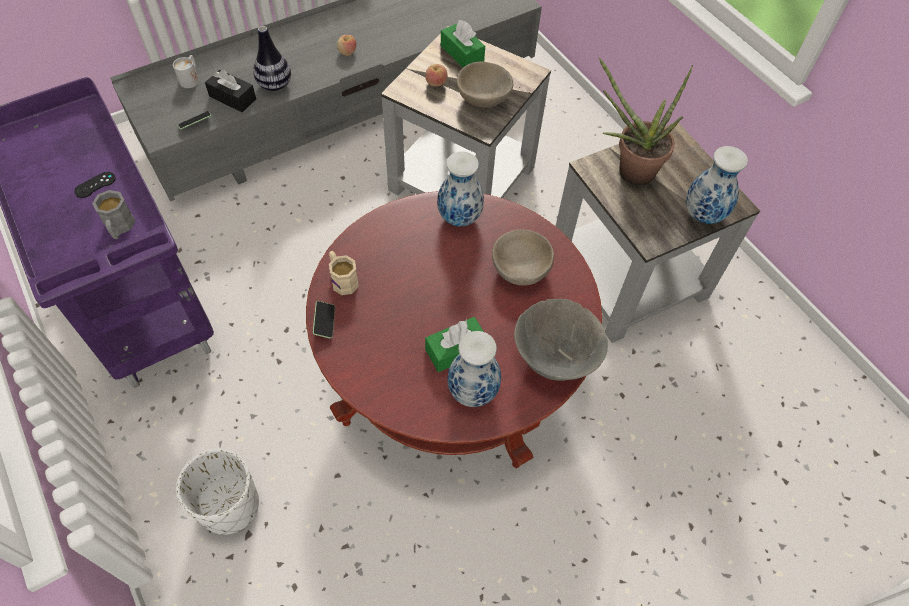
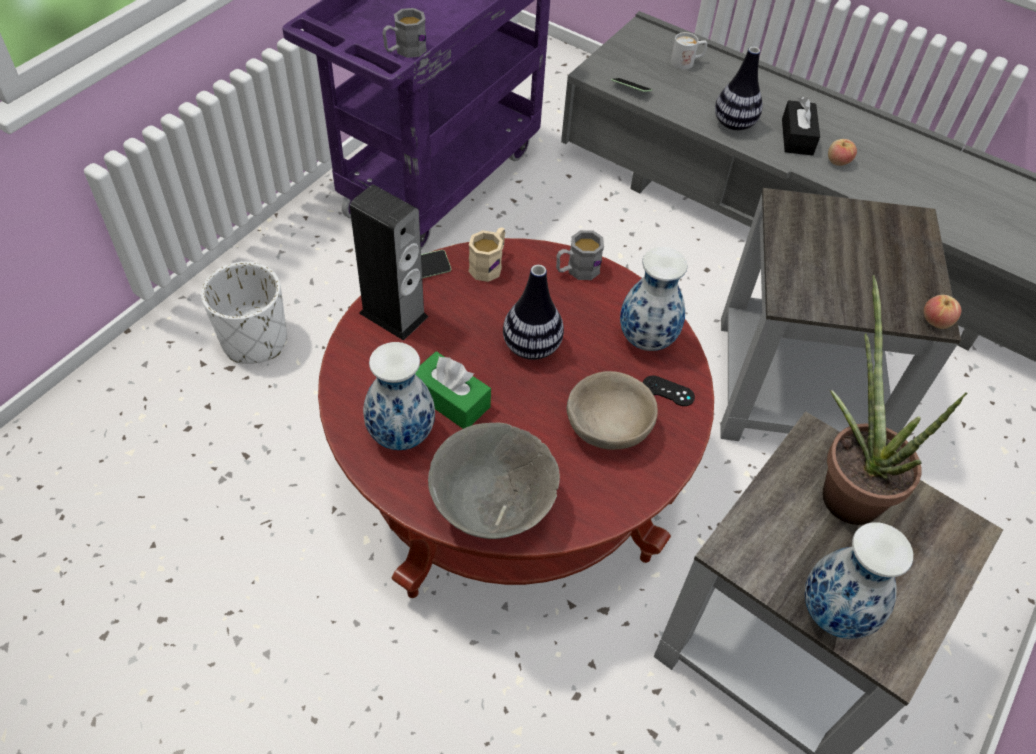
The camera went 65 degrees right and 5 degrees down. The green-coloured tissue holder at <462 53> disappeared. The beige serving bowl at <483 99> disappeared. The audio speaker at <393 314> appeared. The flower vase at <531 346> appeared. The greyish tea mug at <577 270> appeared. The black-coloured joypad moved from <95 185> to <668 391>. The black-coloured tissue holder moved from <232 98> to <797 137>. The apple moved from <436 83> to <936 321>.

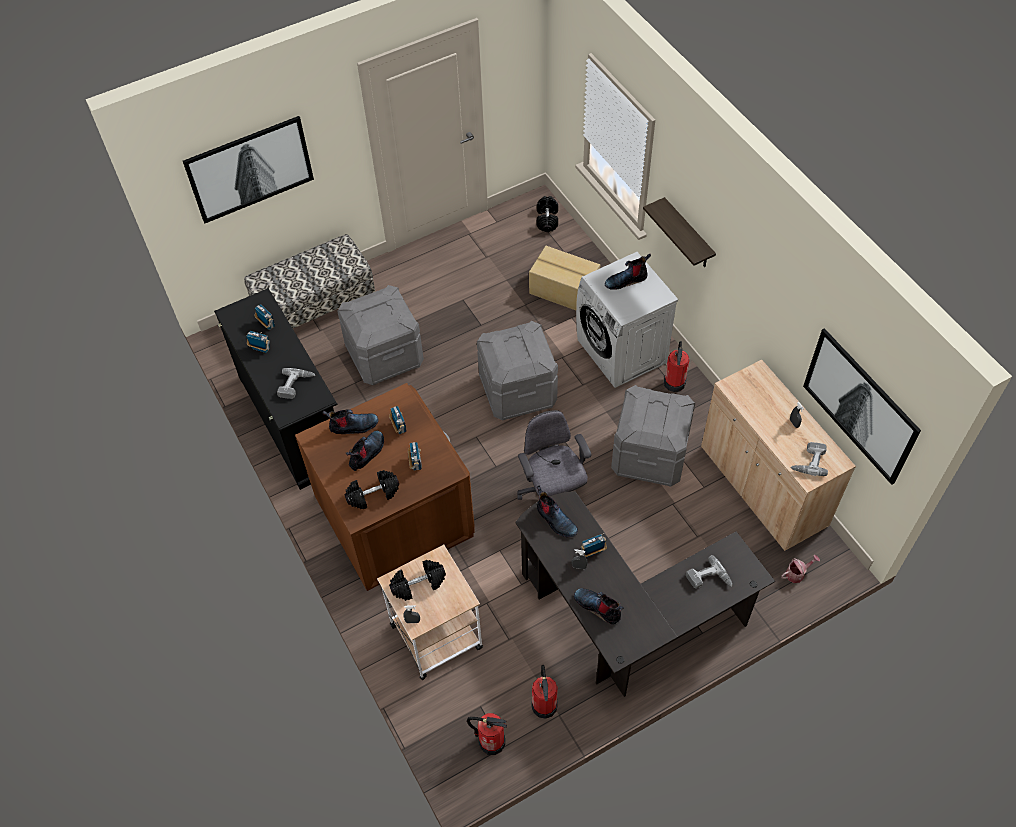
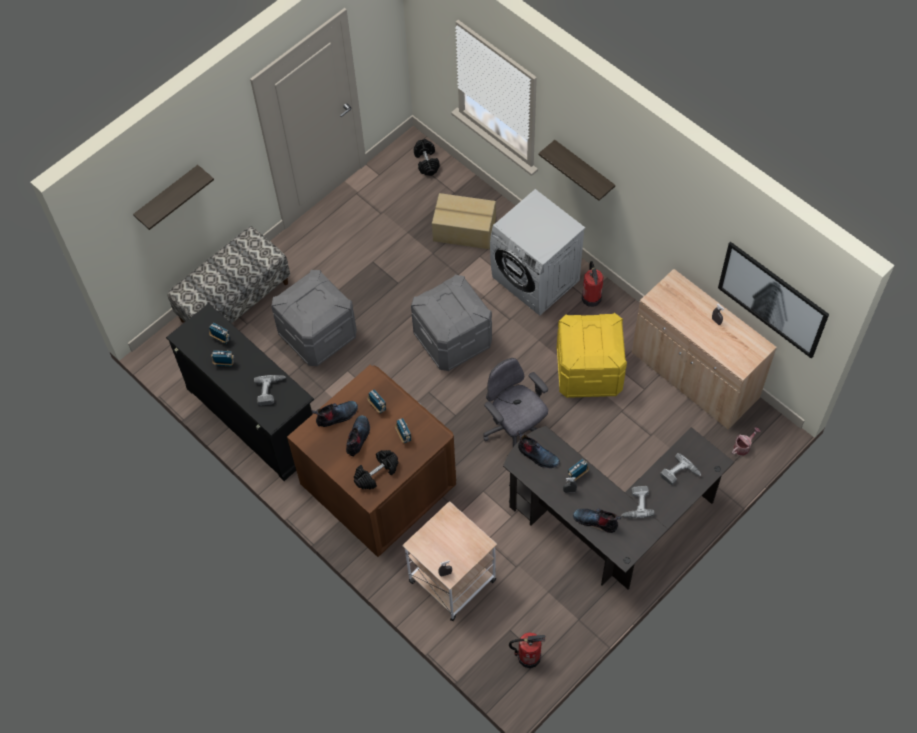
The camera went 15 degrees left and 5 degrees up. The black-coloured free weight at <418 584> disappeared. The fire-fighting cylinder at <544 705> disappeared. The boot at <626 280> disappeared. The drill moved from <808 461> to <635 504>. The wall picture at <250 169> was replaced by the shelf at <168 197>. The greyish storage container at <650 456> became the yellow storage container at <589 372>.

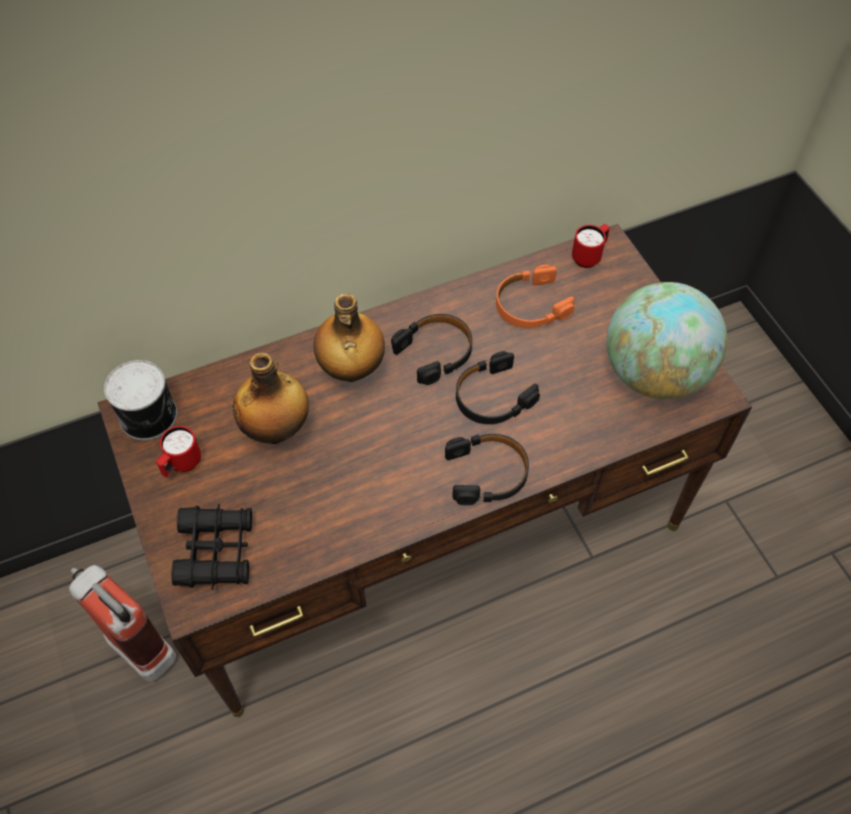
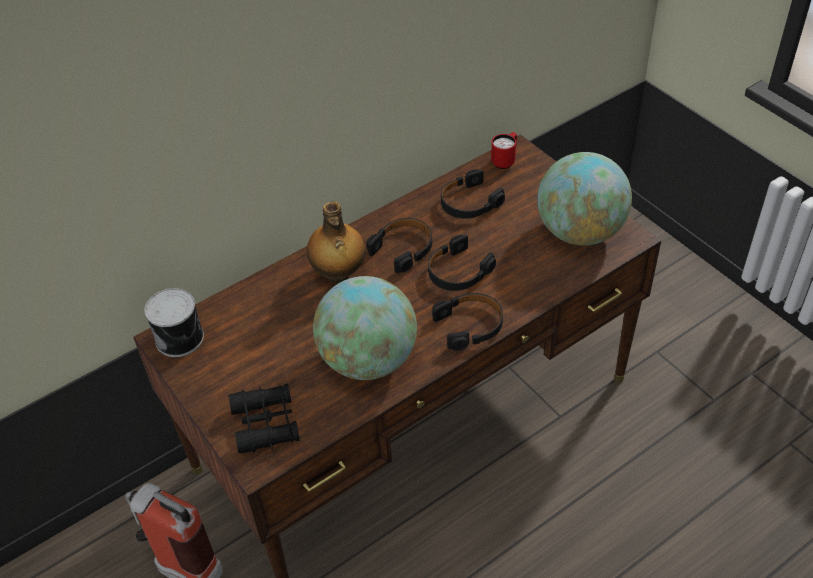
The camera went 10 degrees left and 10 degrees down. The red-coloured tea mug at <181 464> disappeared. The beverage bottle at <277 429> disappeared. The world globe at <368 359> appeared. The orange headphones at <530 305> became the black-coloured headphones at <469 202>.

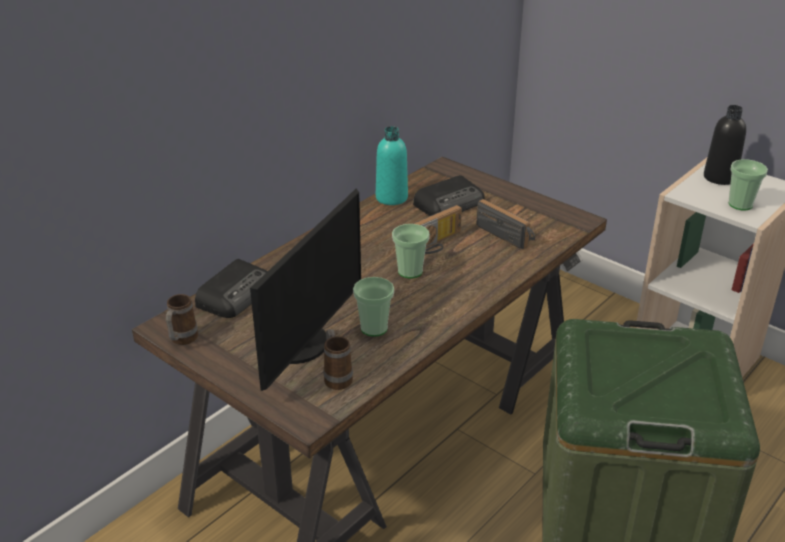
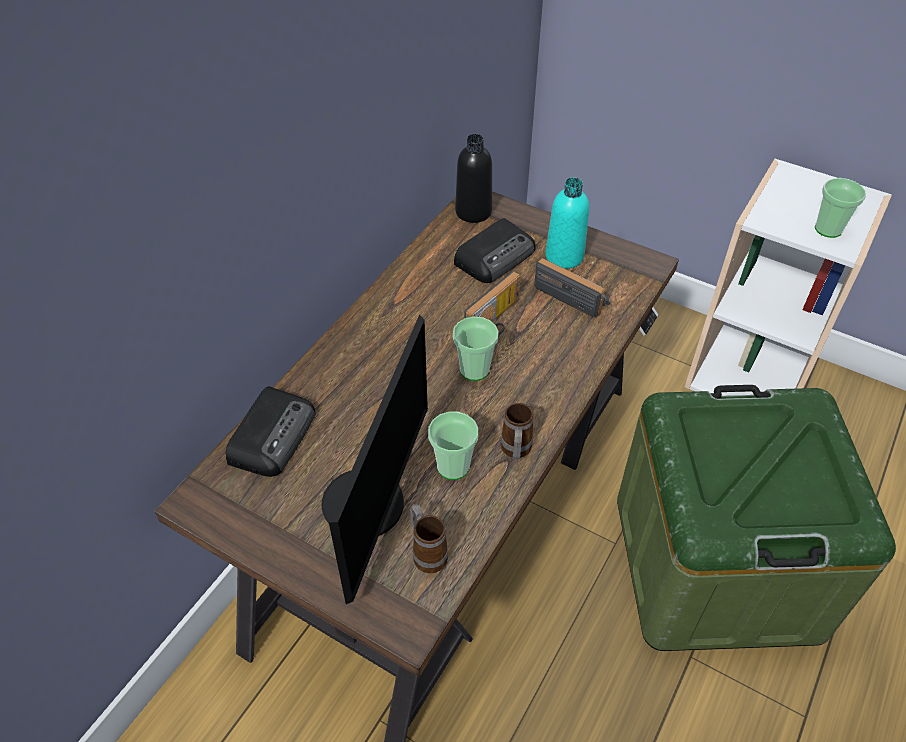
The camera went 10 degrees left and 15 degrees up. The tea mug moved from <182 341> to <515 451>. The turquoise beverage bottle moved from <391 198> to <564 256>. The black-coloured beverage bottle moved from <719 177> to <473 212>.

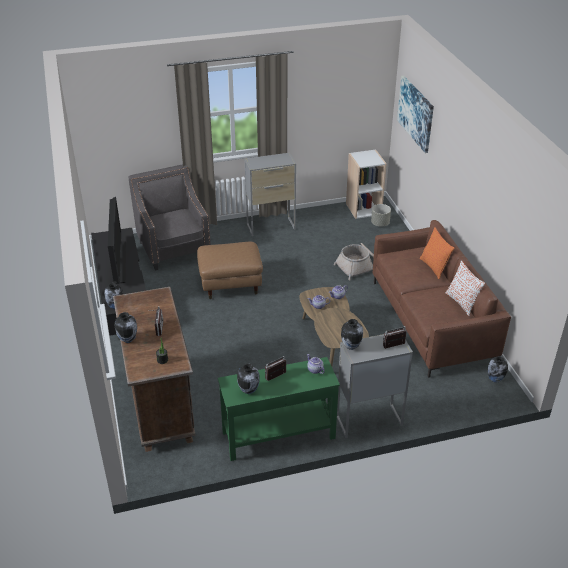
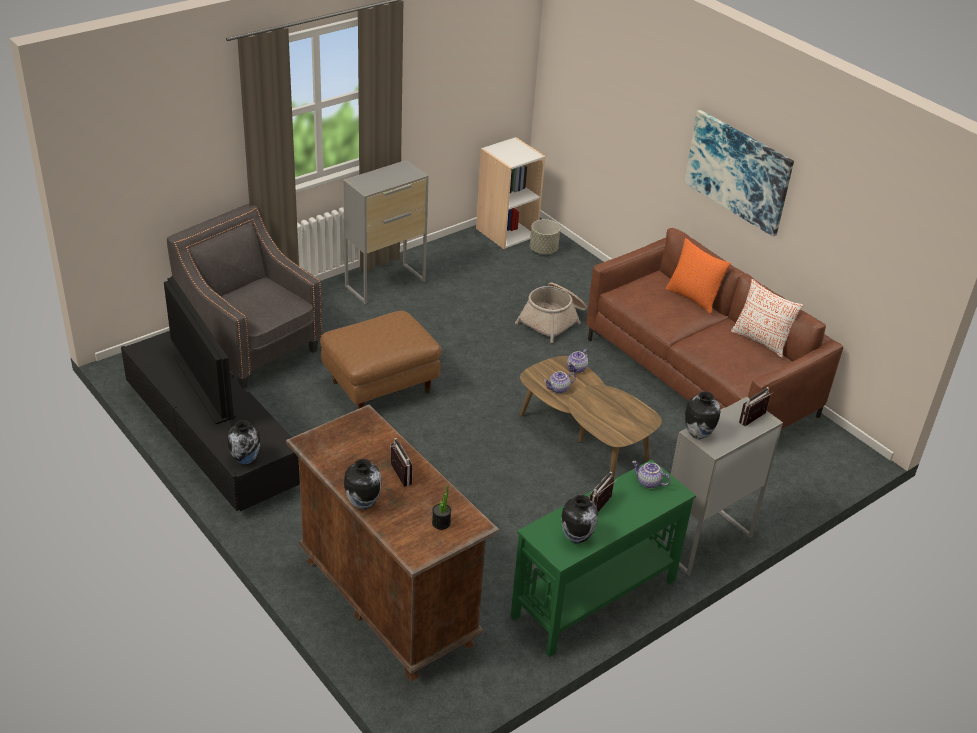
The camera went 25 degrees left and 0 degrees up. The flower vase at <495 380> disappeared. The wall picture moved from <416 113> to <738 171>.

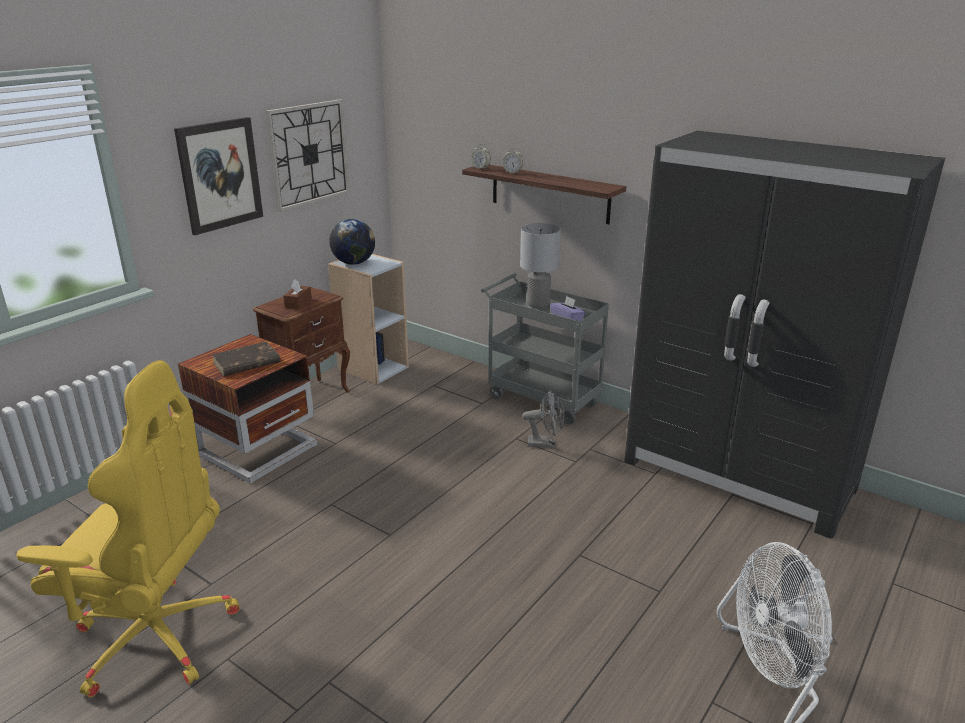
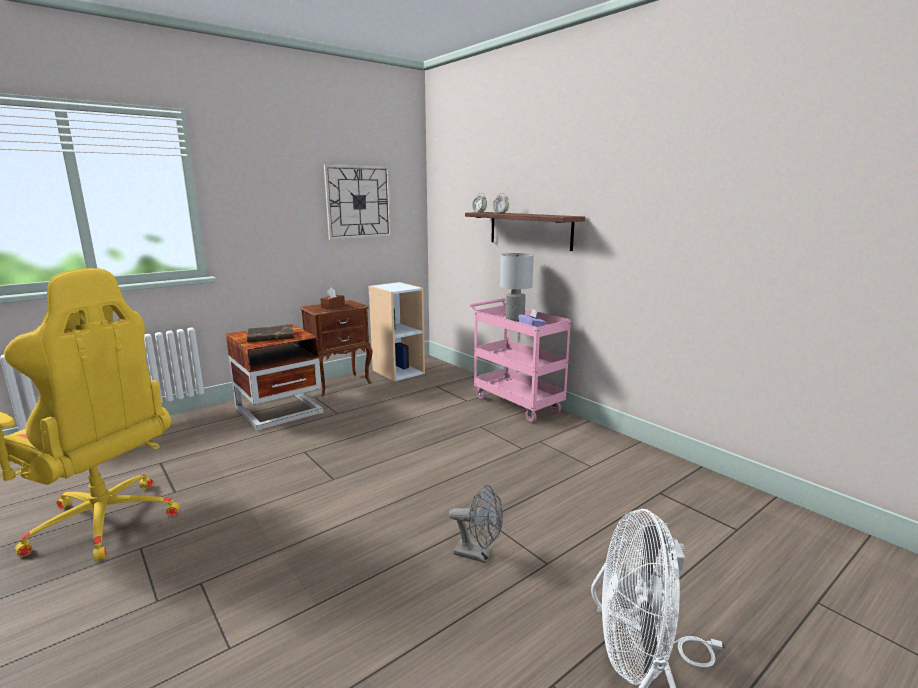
The camera went 15 degrees right and 10 degrees down. The wall picture at <220 175> disappeared. The world globe at <353 263> disappeared. The black-coloured cabinet at <738 476> disappeared. The greyish cooling fan moved from <545 443> to <478 554>. The greyish cart at <540 401> became the pink cart at <515 404>.

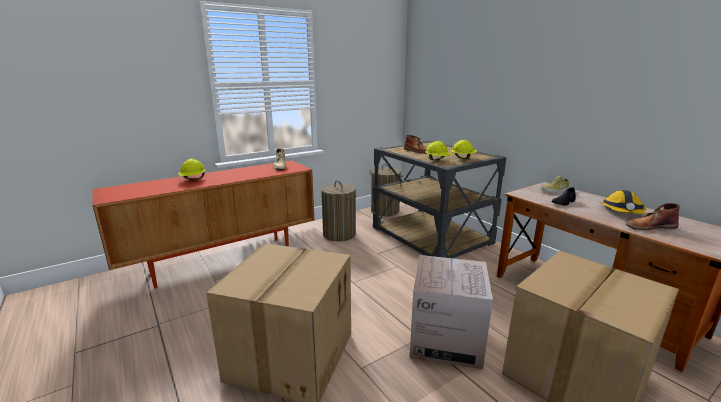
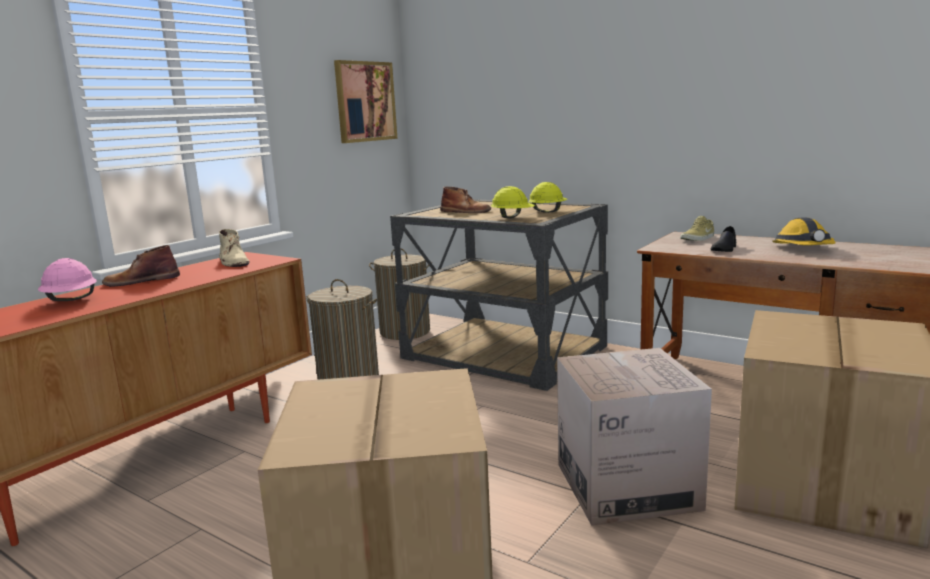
The camera went 20 degrees left and 5 degrees down. The wall picture at <365 101> appeared. The brown boot moved from <650 226> to <141 281>. The yellow work helmet at <193 179> became the pink work helmet at <71 300>.

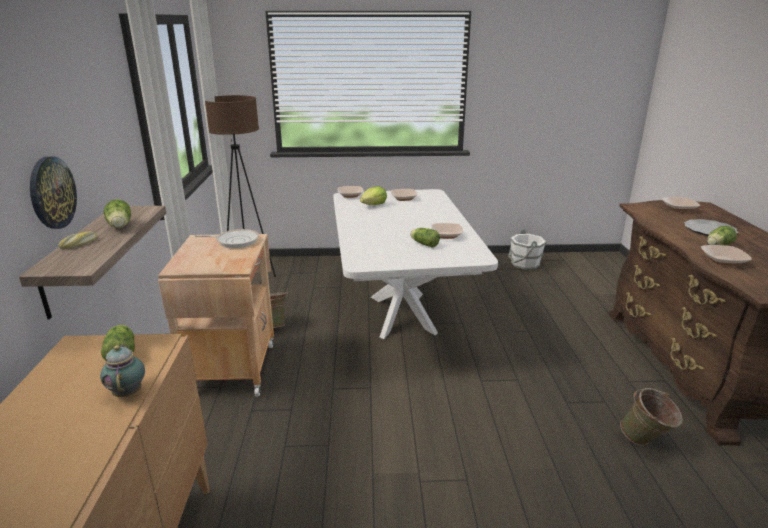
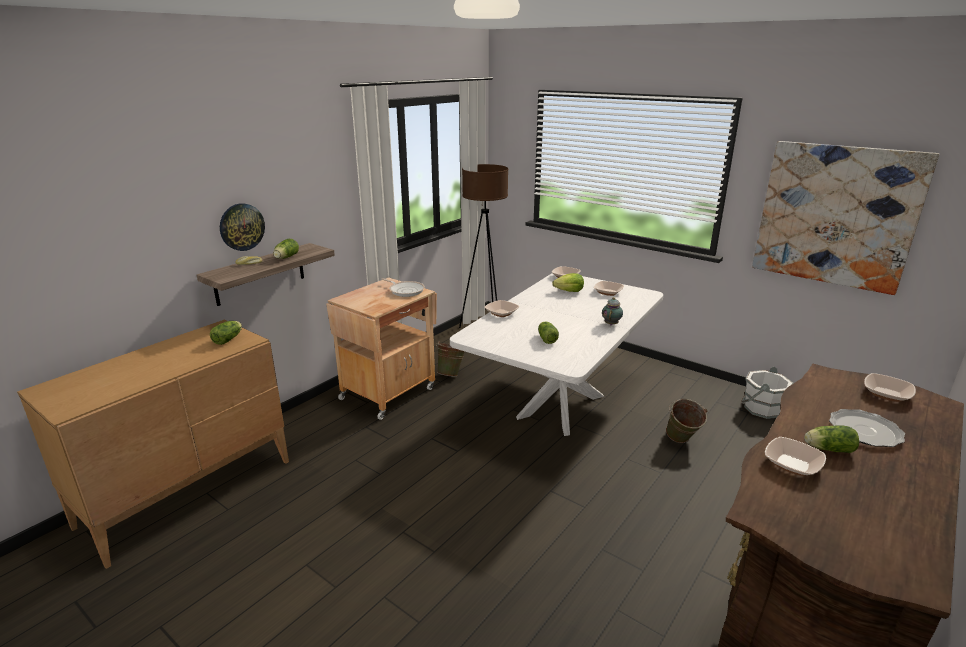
The camera went 40 degrees right and 0 degrees up. The wall picture at <836 216> appeared. The pot for tea moved from <128 392> to <611 324>. The serving bowl moved from <446 235> to <501 313>. The green-coloured bucket moved from <645 442> to <681 442>.

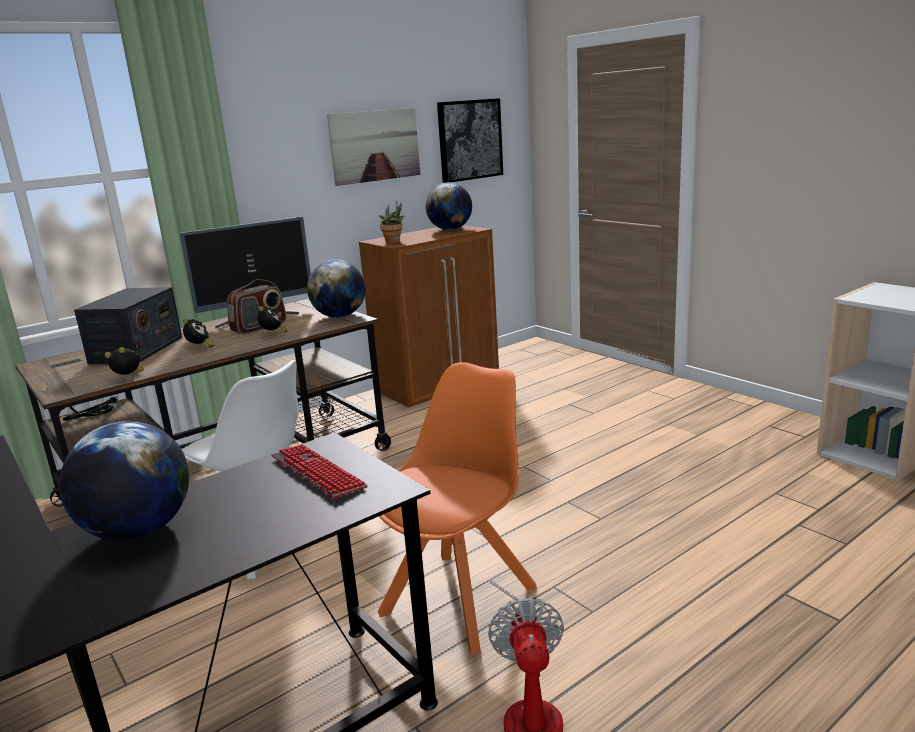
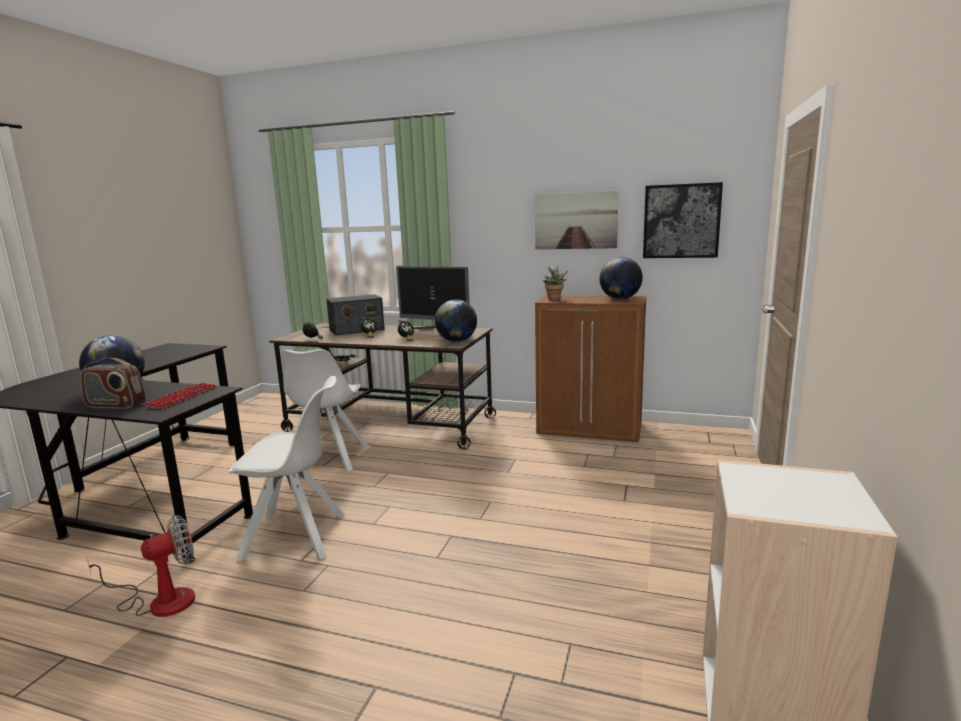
The camera went 55 degrees right and 5 degrees down. The radio set moved from <259 327> to <115 405>. The orange plain chair at <461 599> became the white plain chair at <296 536>.

